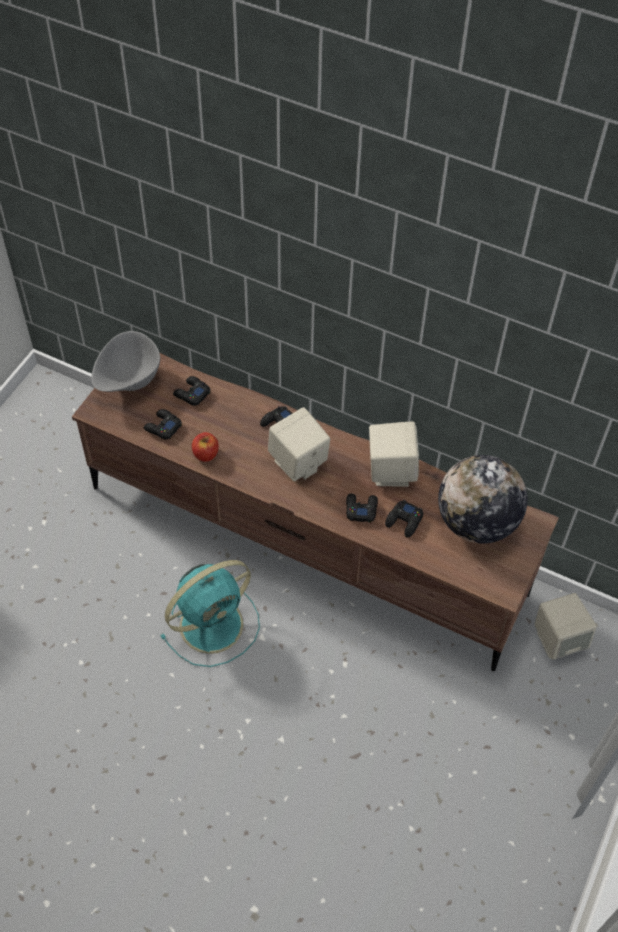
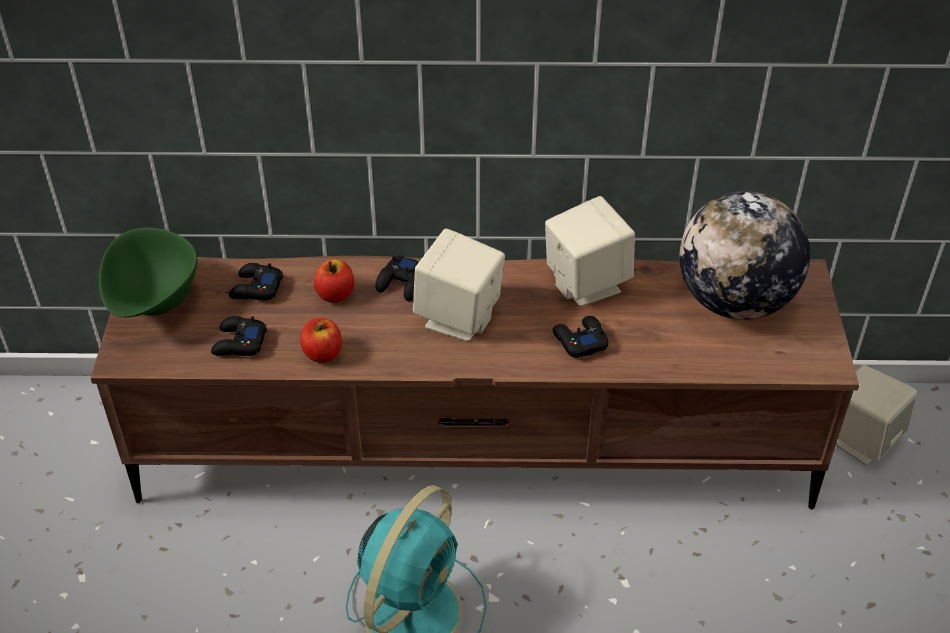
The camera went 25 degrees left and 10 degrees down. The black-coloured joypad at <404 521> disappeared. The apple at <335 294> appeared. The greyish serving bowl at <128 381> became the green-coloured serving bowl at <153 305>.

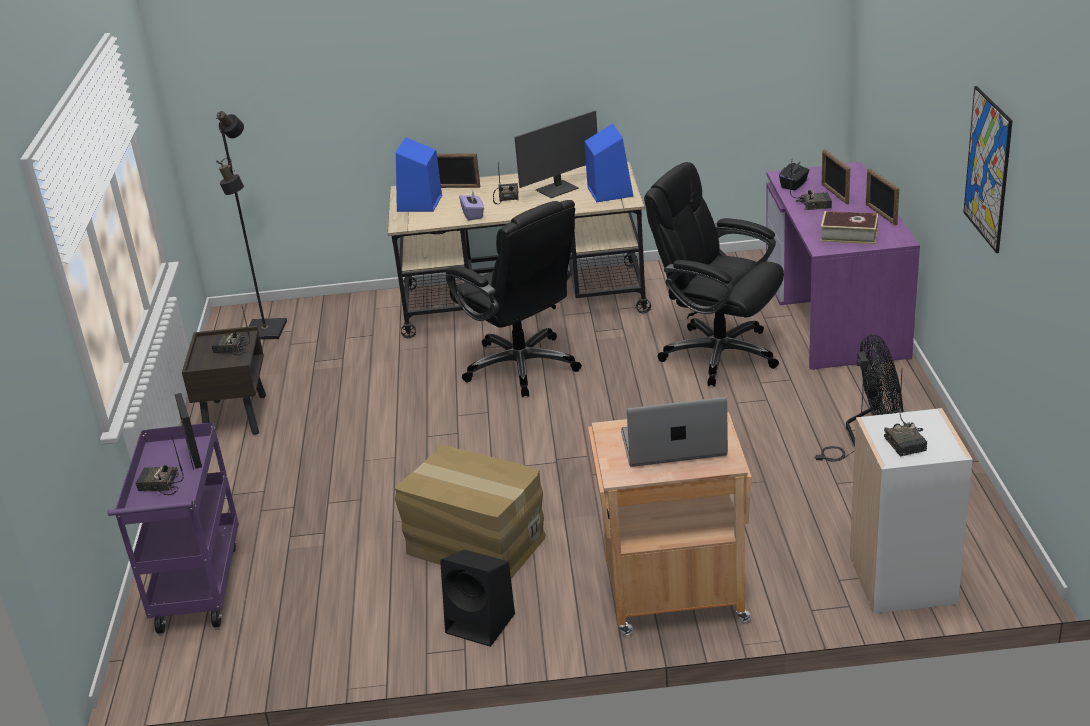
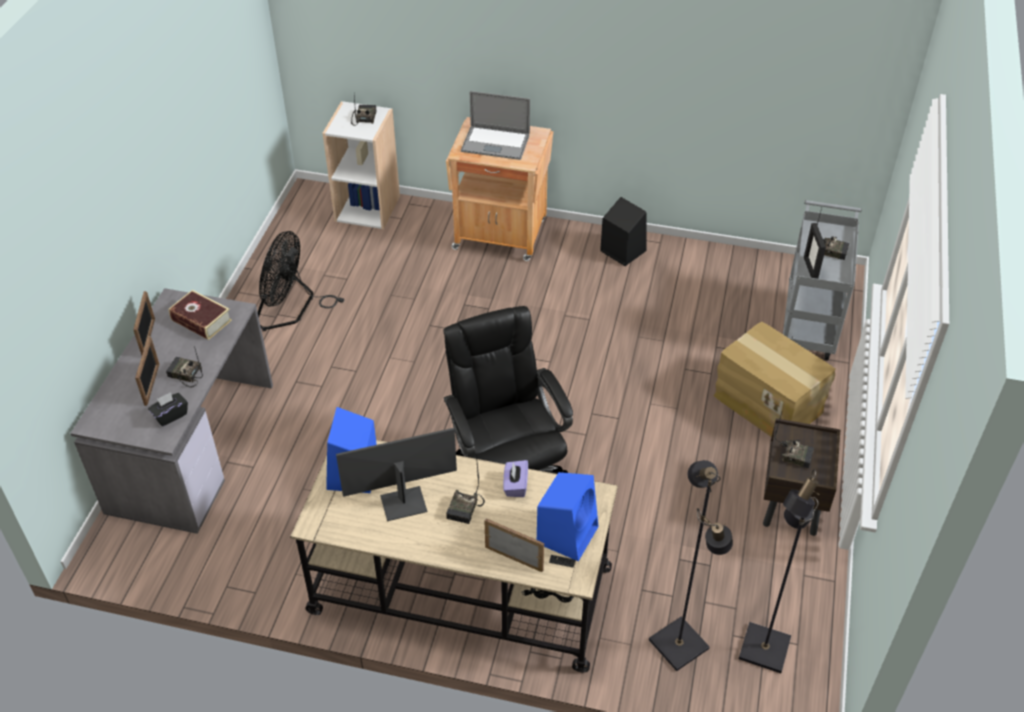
The camera went 165 degrees left and 15 degrees up. The black-coloured computer chair at <719 354> disappeared. The wall picture at <987 169> disappeared. The black-coloured standard lamp at <678 644> appeared. The carton moved from <475 545> to <768 403>. The purplish cart at <198 590> became the greyish cart at <808 325>. The purplish desk unit at <836 315> became the greyish desk unit at <191 445>.

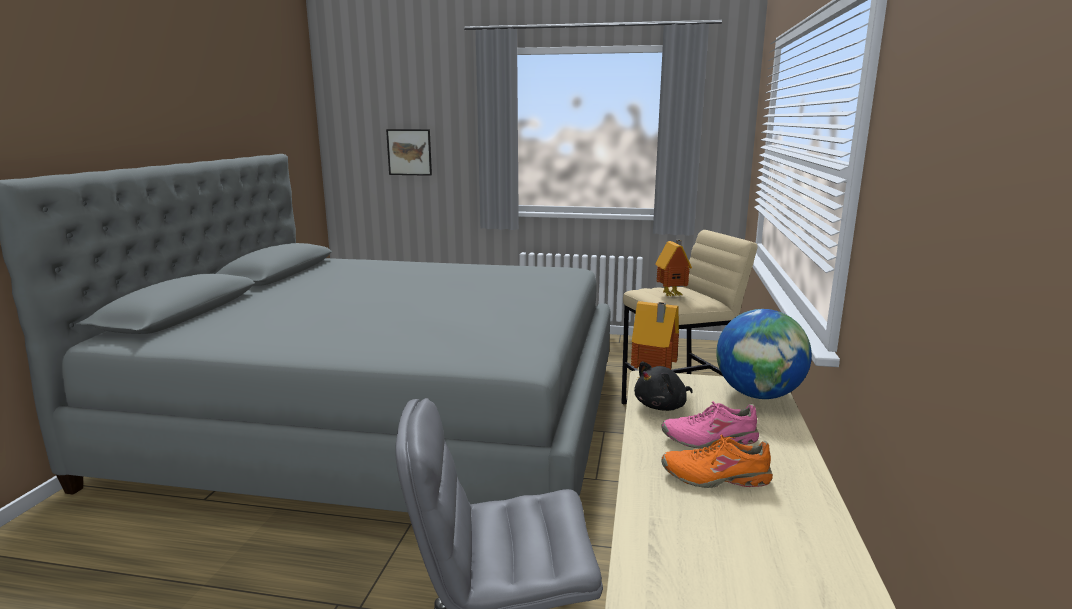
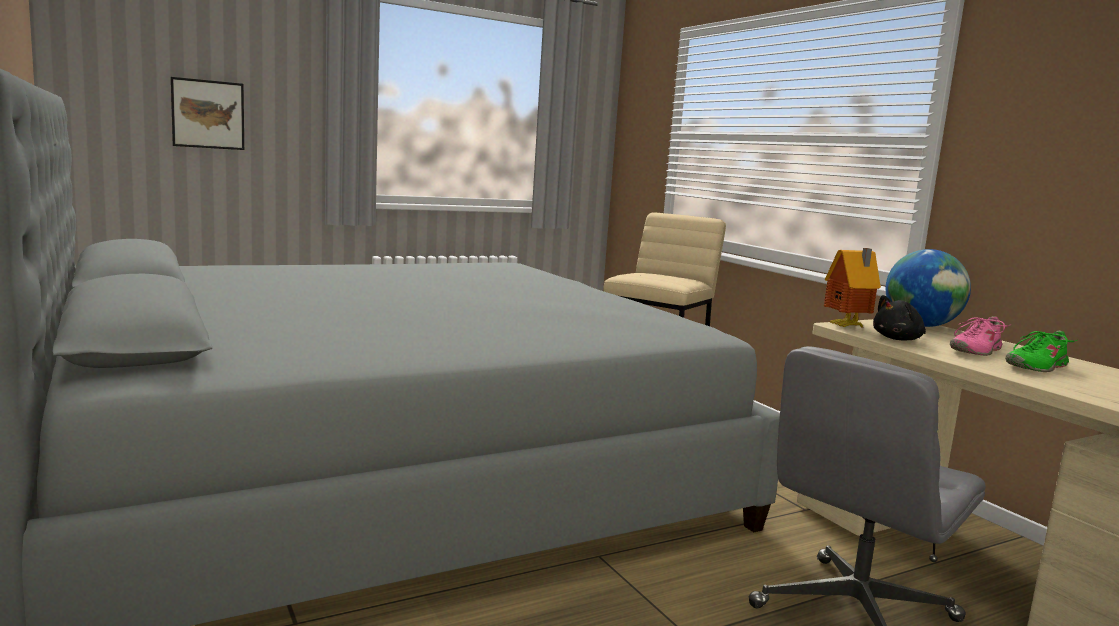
The camera went 40 degrees left and 5 degrees down. The model house at <672 295> disappeared. The orange item of footwear at <715 477> became the green-coloured item of footwear at <1035 367>. The black-coloured cuddly toy at <662 406> turned 45 degrees clockwise.

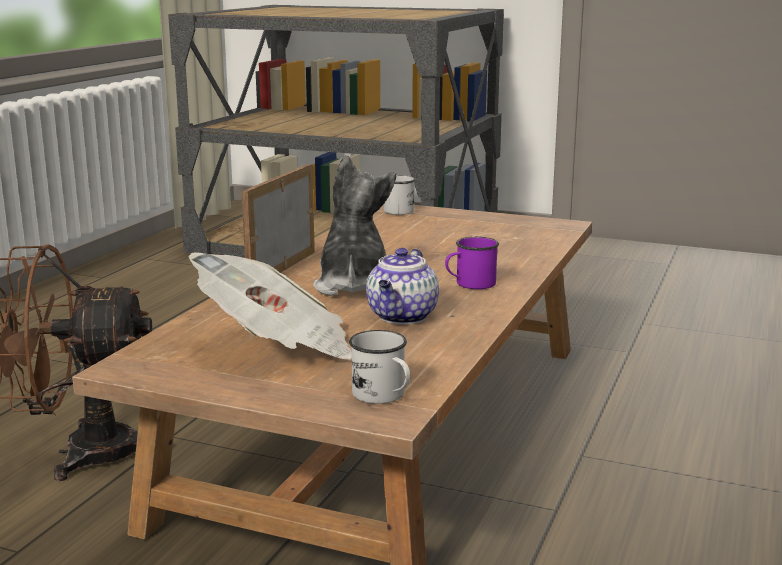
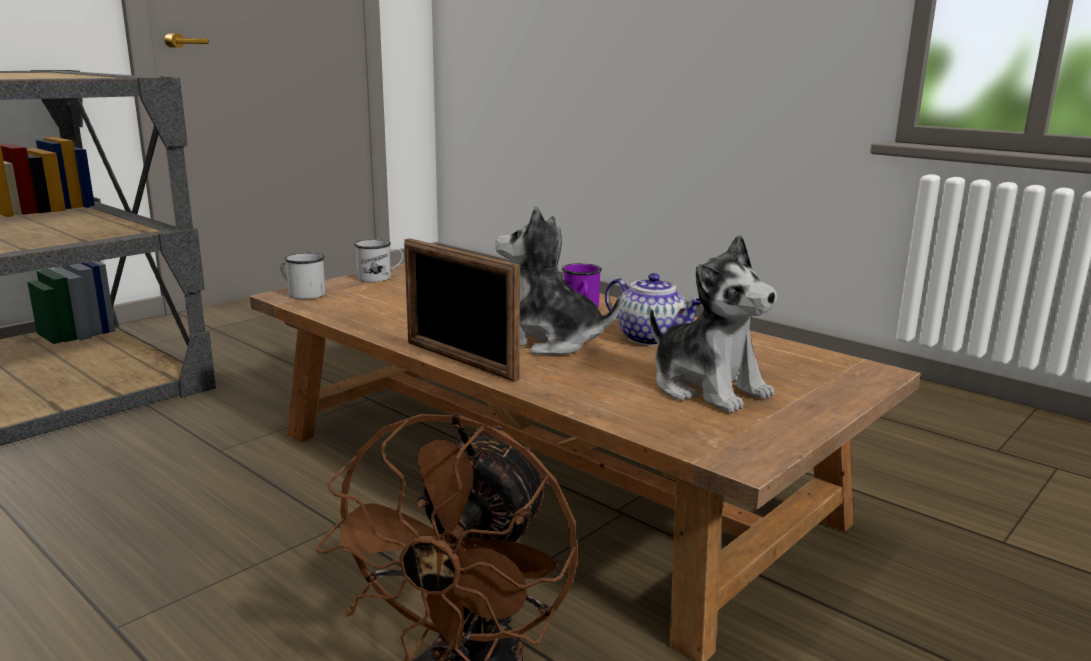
The camera went 70 degrees left and 0 degrees up. The white tea mug moved from <384 396> to <380 278>. The printed paper at <278 346> was replaced by the cuddly toy at <707 388>.

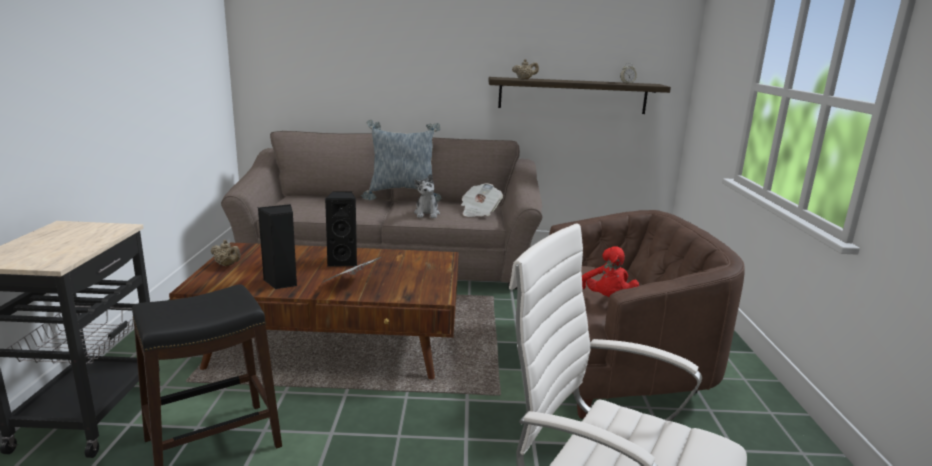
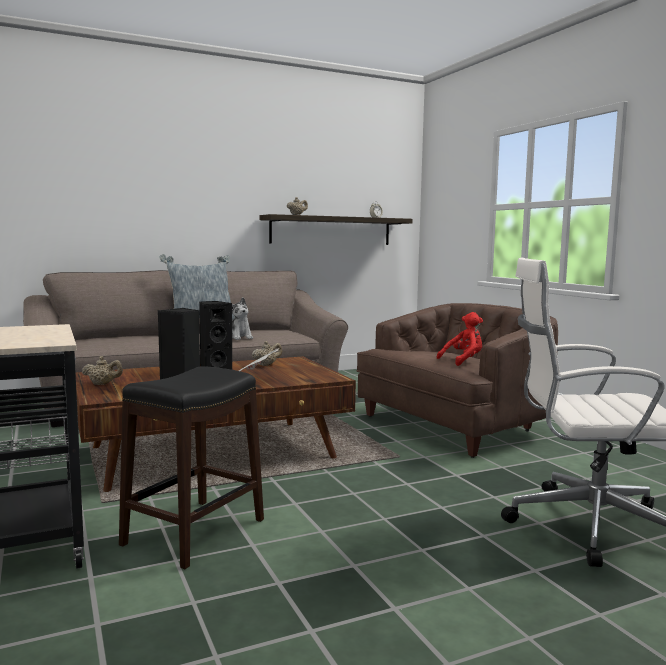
The camera went 25 degrees left and 10 degrees down. The printed paper at <479 212> disappeared. The beige pot for tea at <266 365> appeared. The red-coloured cuddly toy at <607 299> turned 90 degrees counterclockwise.

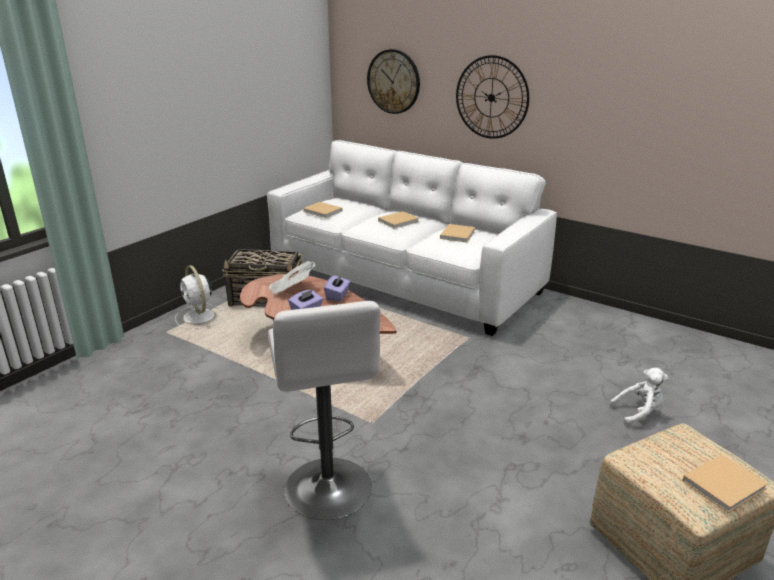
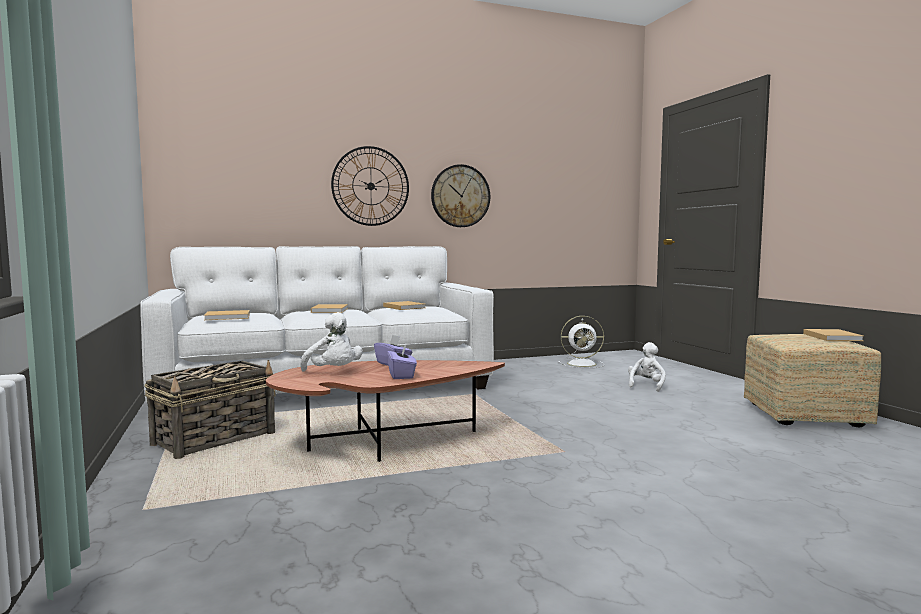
The camera went 55 degrees left and 20 degrees down. The white sitting stool at <327 489> disappeared. The white cooling fan moved from <199 317> to <583 364>. The clock on the wall moved from <393 81> to <460 196>. The printed paper at <291 289> was replaced by the white cuddly toy at <334 372>.

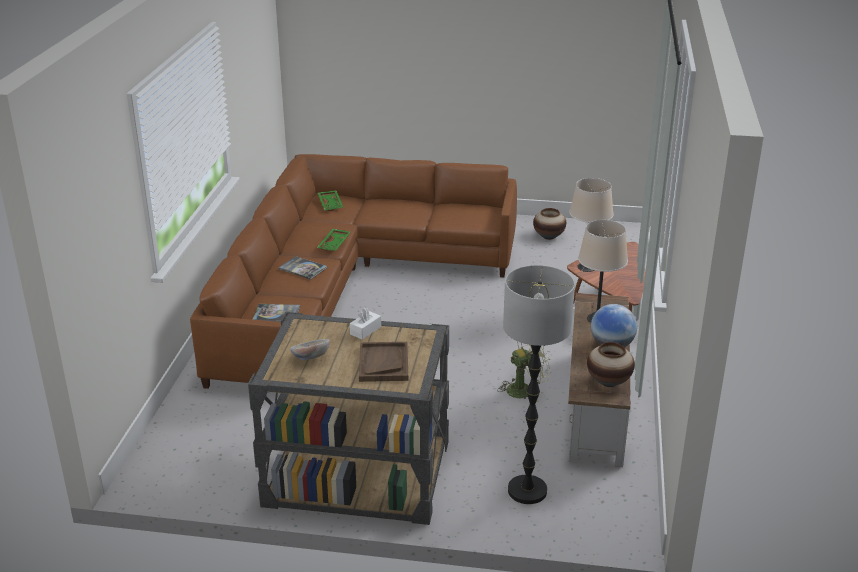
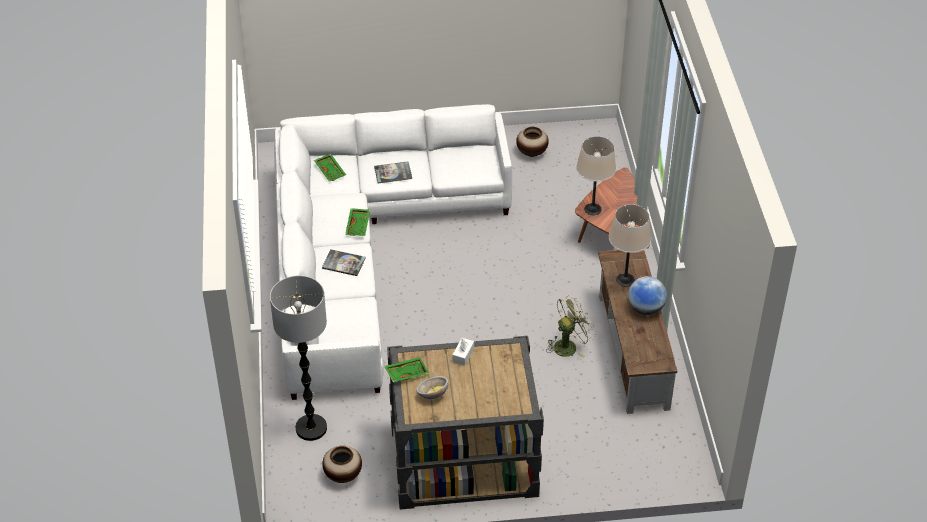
The camera went 15 degrees left and 15 degrees up. The brown carrying tray at <383 363> disappeared. The green-coloured carrying tray at <406 373> appeared. The volume moved from <276 314> to <393 173>. The standard lamp moved from <527 490> to <311 428>. The flower vase moved from <609 382> to <343 475>. The brown sofa at <345 284> became the white sofa at <364 250>.

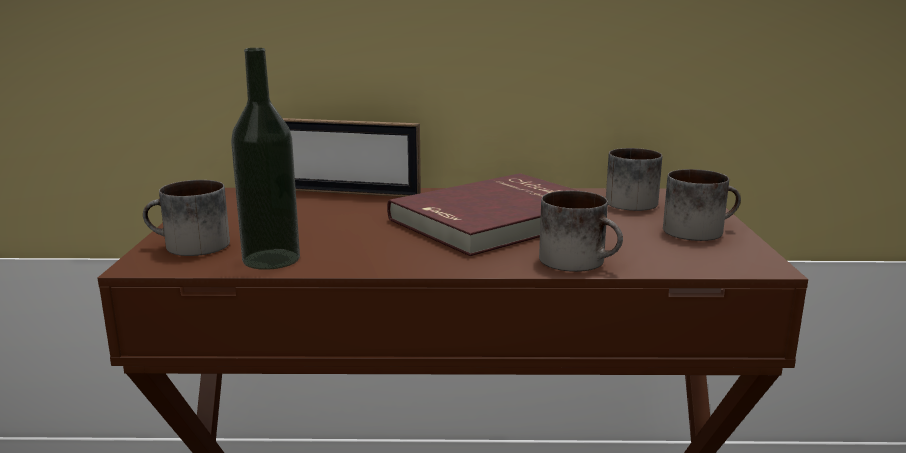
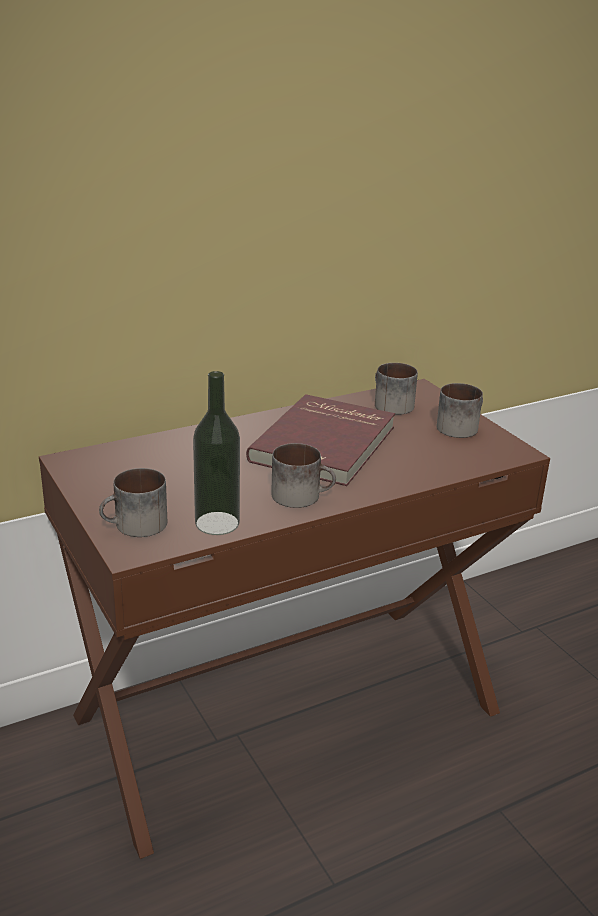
The camera went 30 degrees left and 10 degrees up. The standing frame at <344 192> disappeared. The tea mug moved from <580 261> to <302 495>.

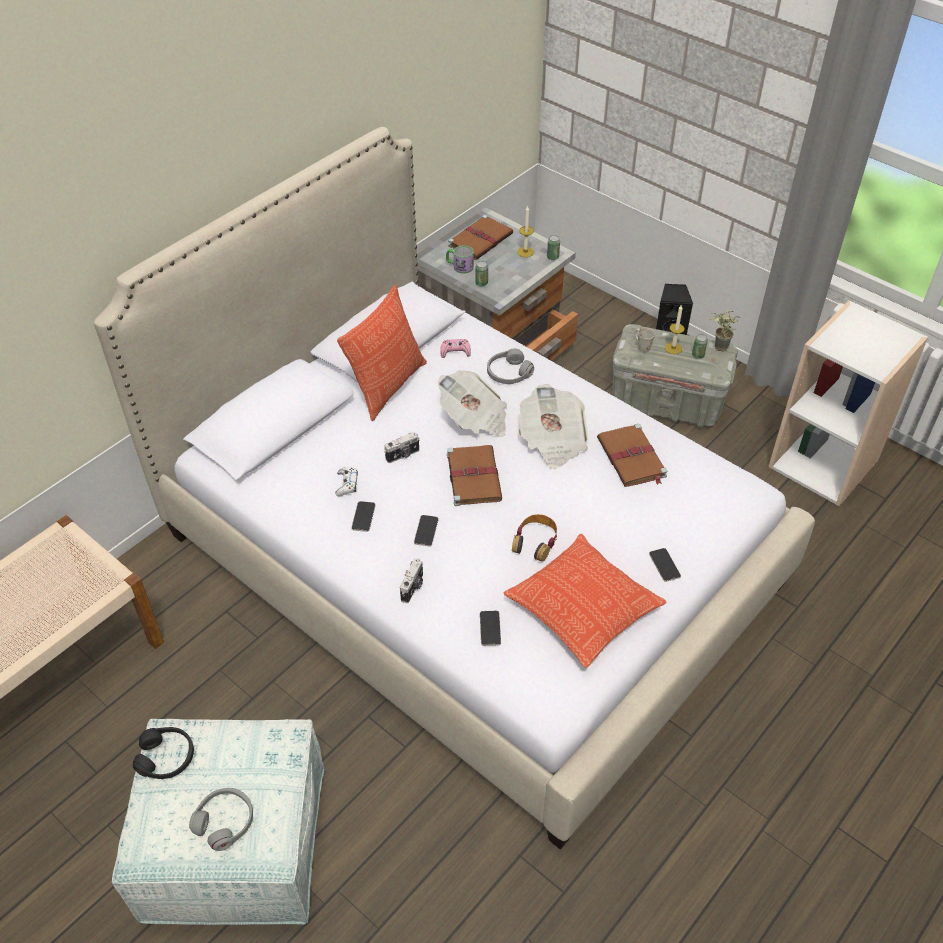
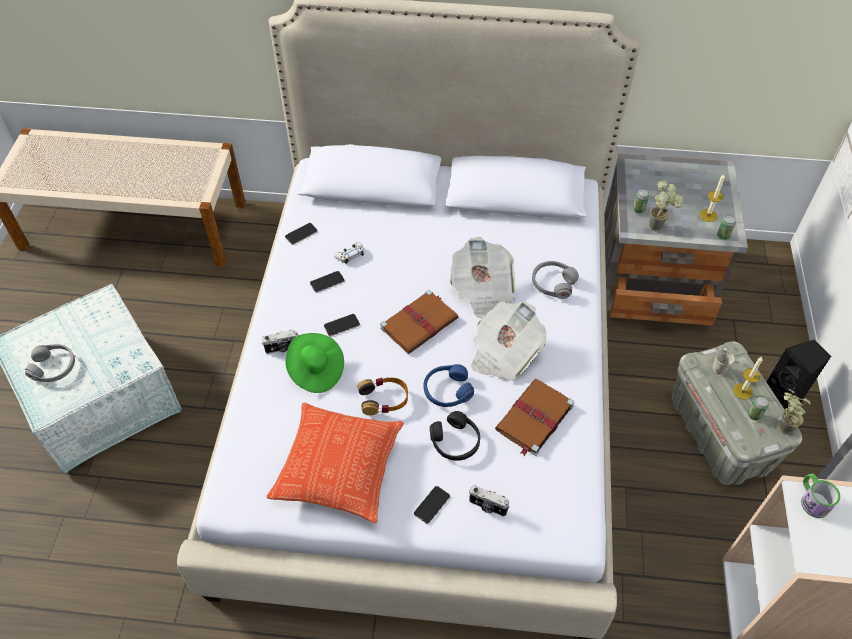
The camera went 55 degrees right and 5 degrees up. The orange throw pillow at <388 386> disappeared. The pink joypad at <455 351> disappeared. The brown volume at <481 239> disappeared. The green-coloured hat at <315 371> appeared. The bluish headphones at <447 390> appeared. The plant in a pot at <659 226> appeared. The black-coloured headphones moved from <166 757> to <455 441>. The photo camera moved from <403 455> to <487 507>. The tea mug moved from <459 266> to <812 500>. The handset moved from <490 628> to <301 234>.

